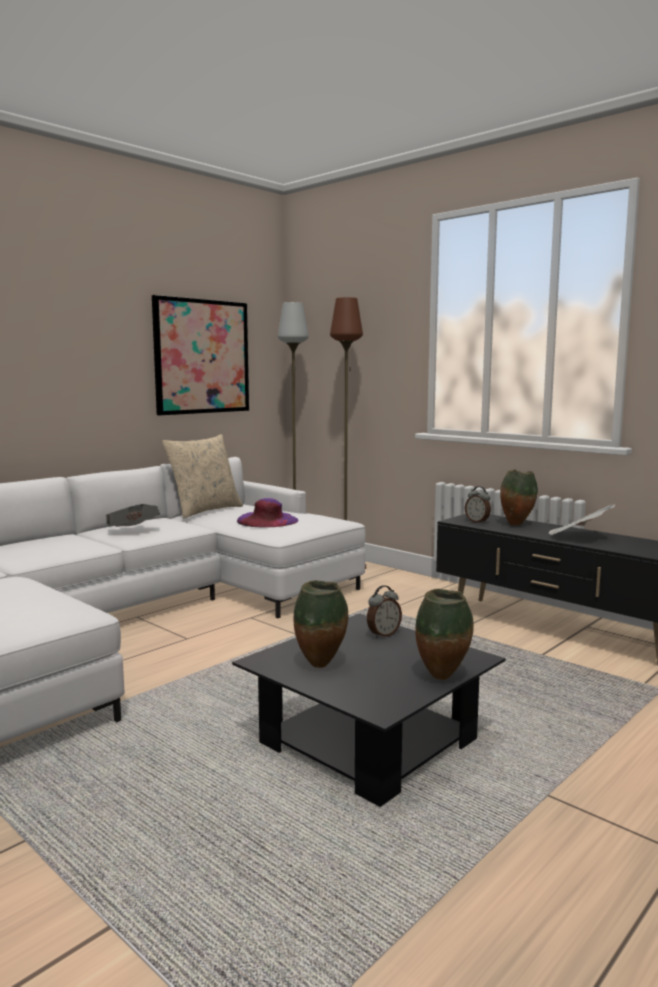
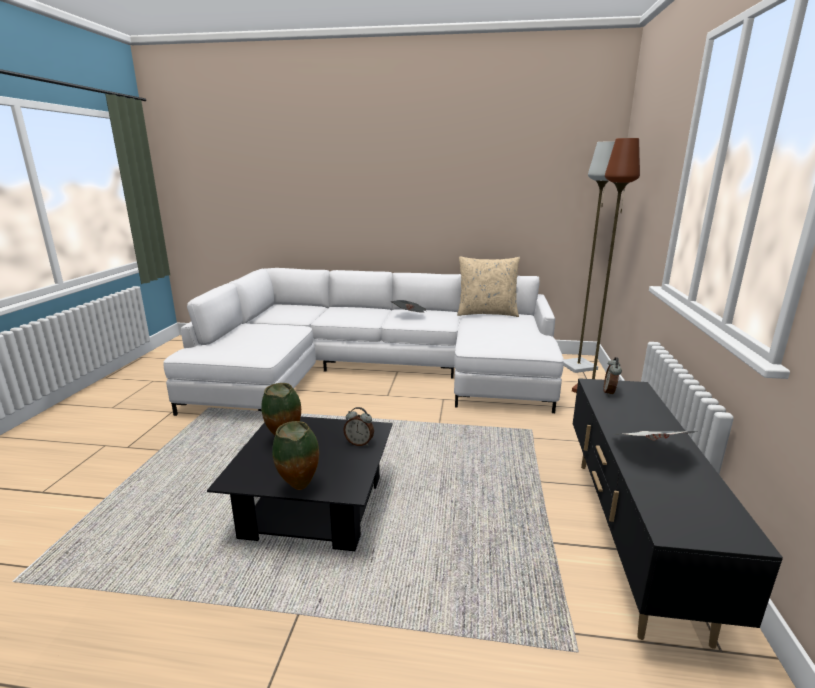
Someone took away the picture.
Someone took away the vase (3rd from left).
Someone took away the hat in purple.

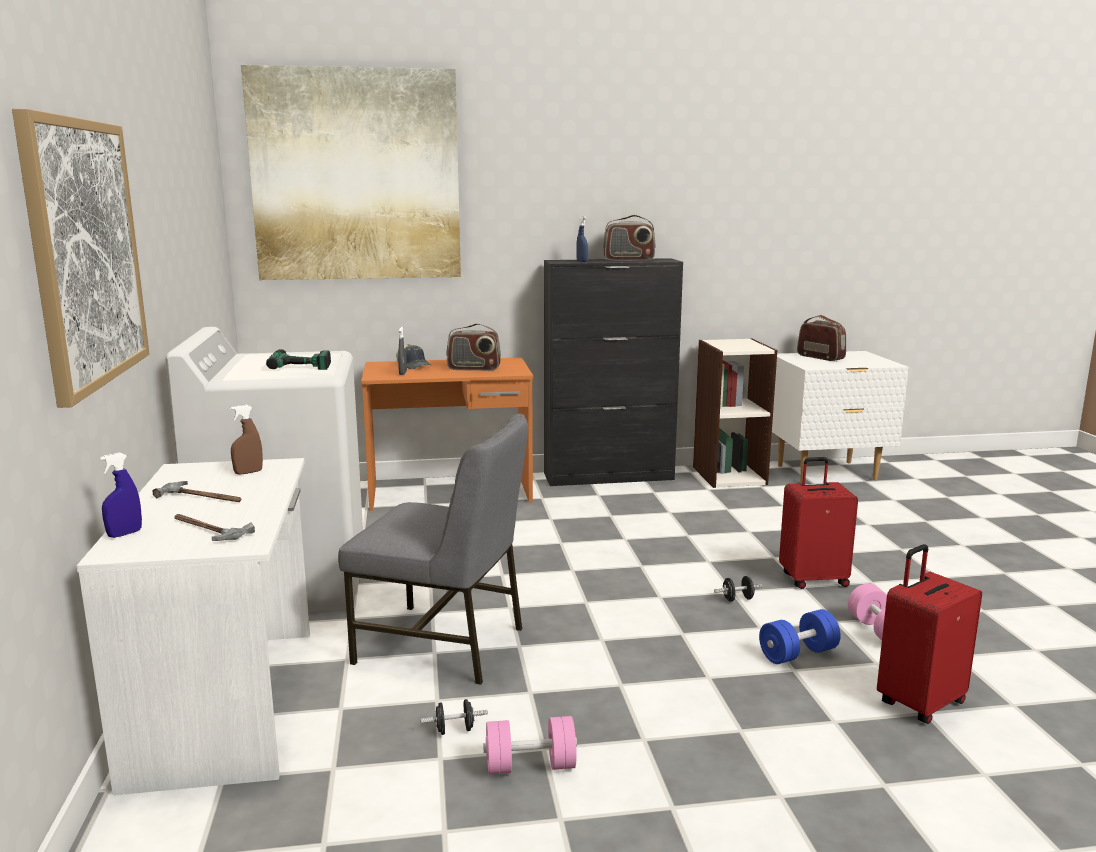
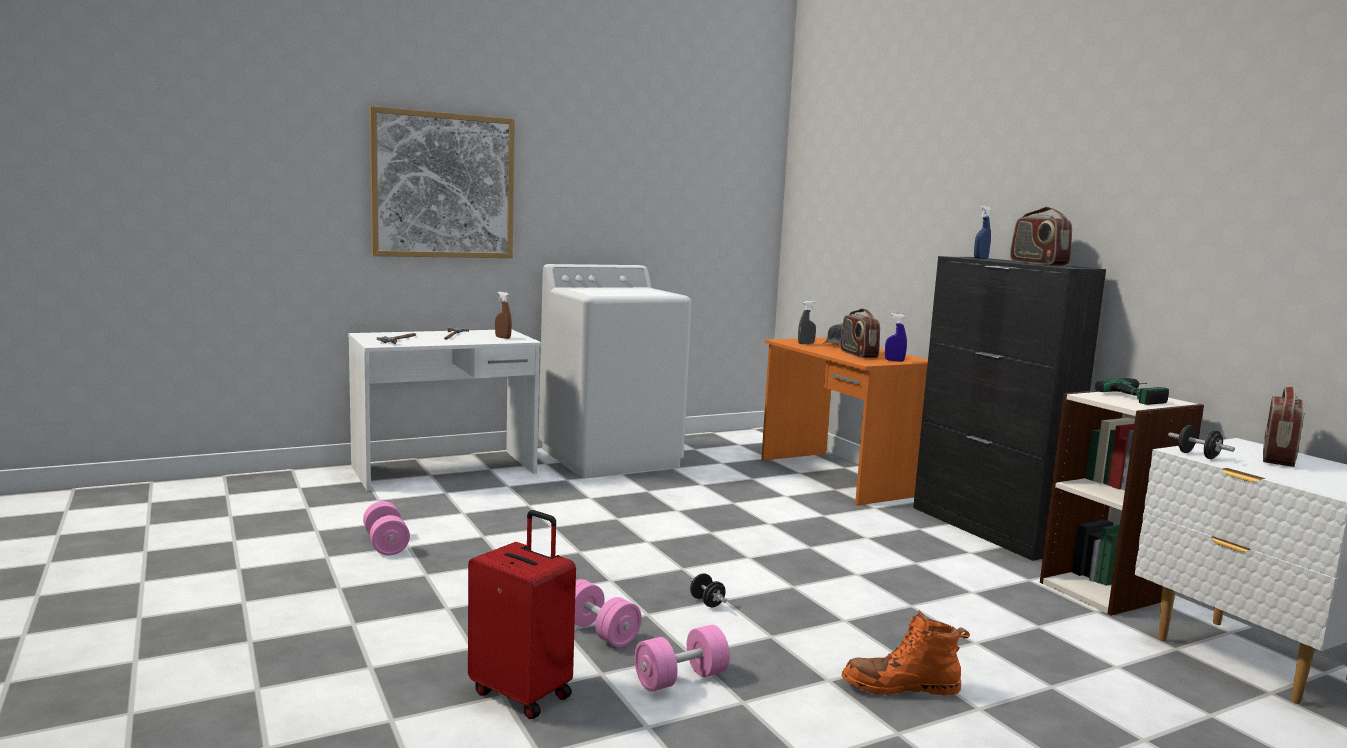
Someone took away the picture (2nd from left).
Someone carried the power drill.
Someone took away the chair in grey.
Someone carried the spray bottle in blue (1st from left).
Someone took away the suitcase in red (1st from left).
Someone repainted the dumbbell in blue, which became the dumbbell in pink (2nd from left).
Someone carried the dumbbell in black (1st from left in the first image).
Someone put down the boot in orange.

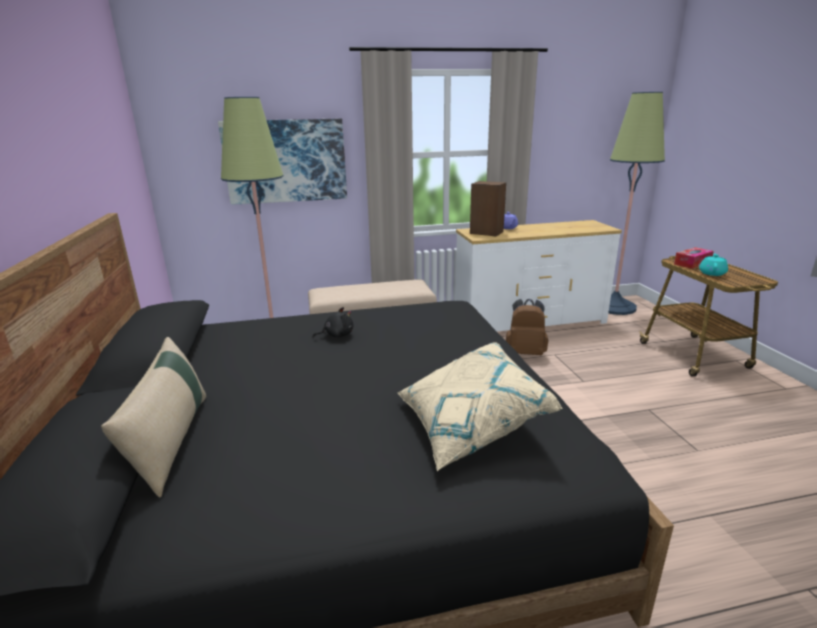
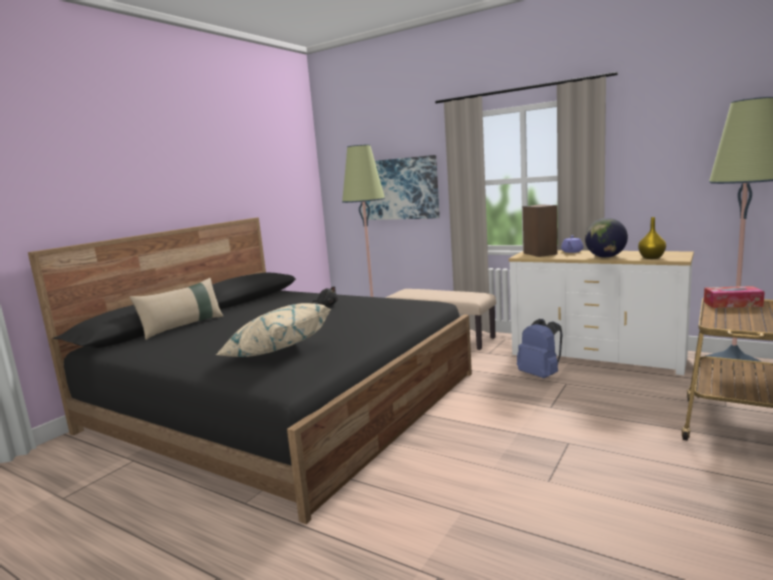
Someone took away the teapot in turquoise.
Someone repainted the backpack in brown, which became the backpack in blue.
Someone put down the vase in yellow.
Someone put down the globe.

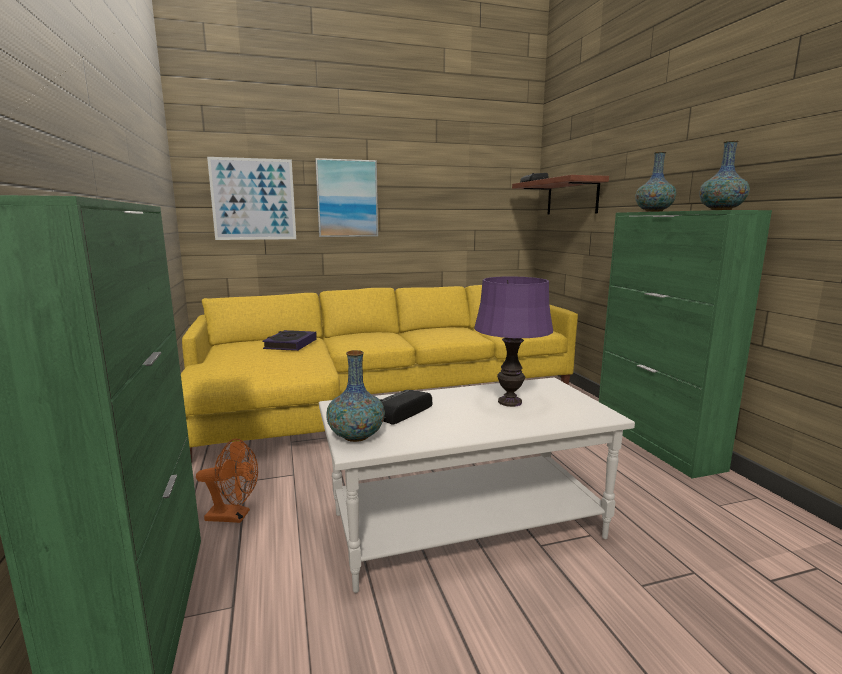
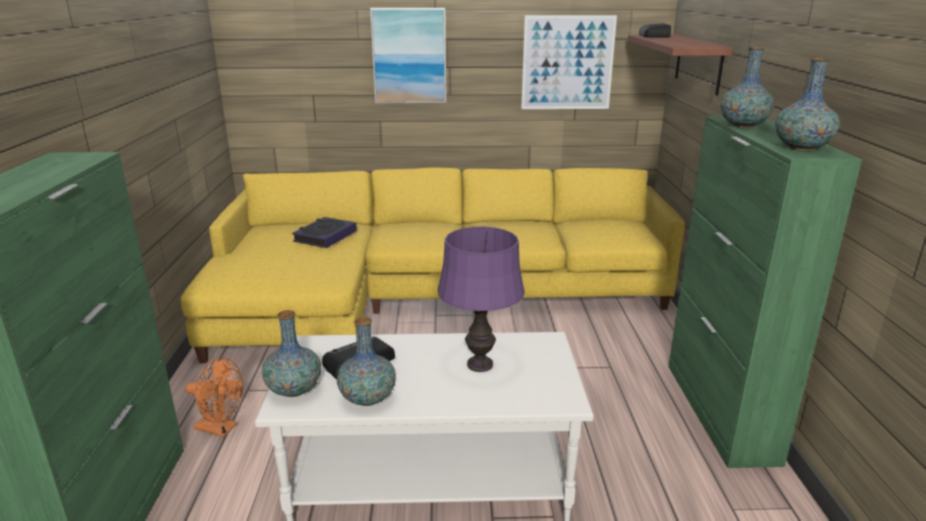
Someone carried the picture (1st from left in the first image).
Someone put down the vase (2nd from left).

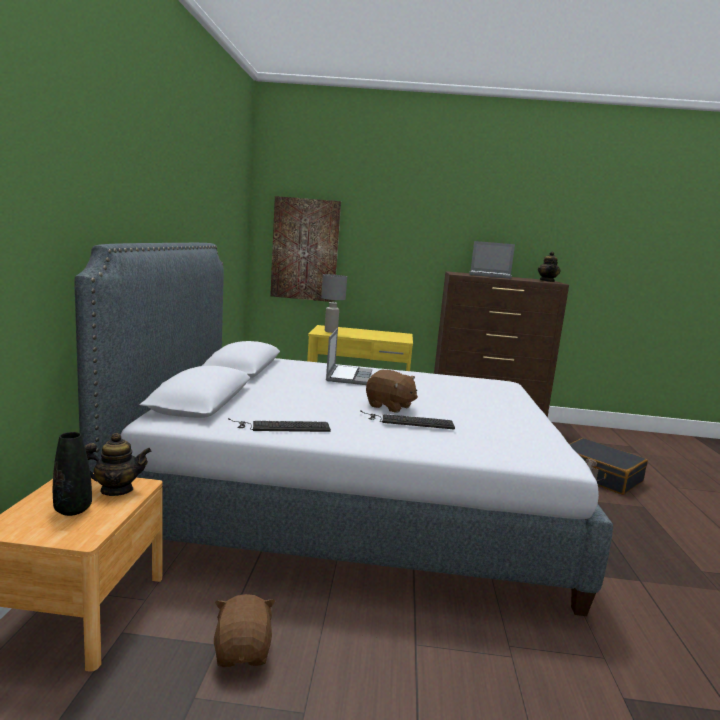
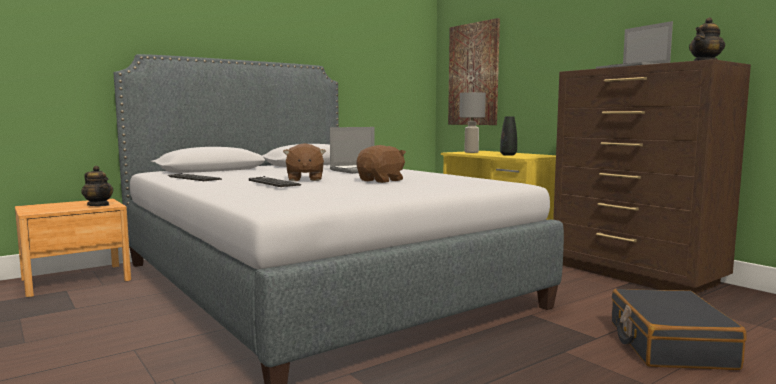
Someone carried the vase in black.
Someone carried the plush toy in brown (1st from left in the first image).

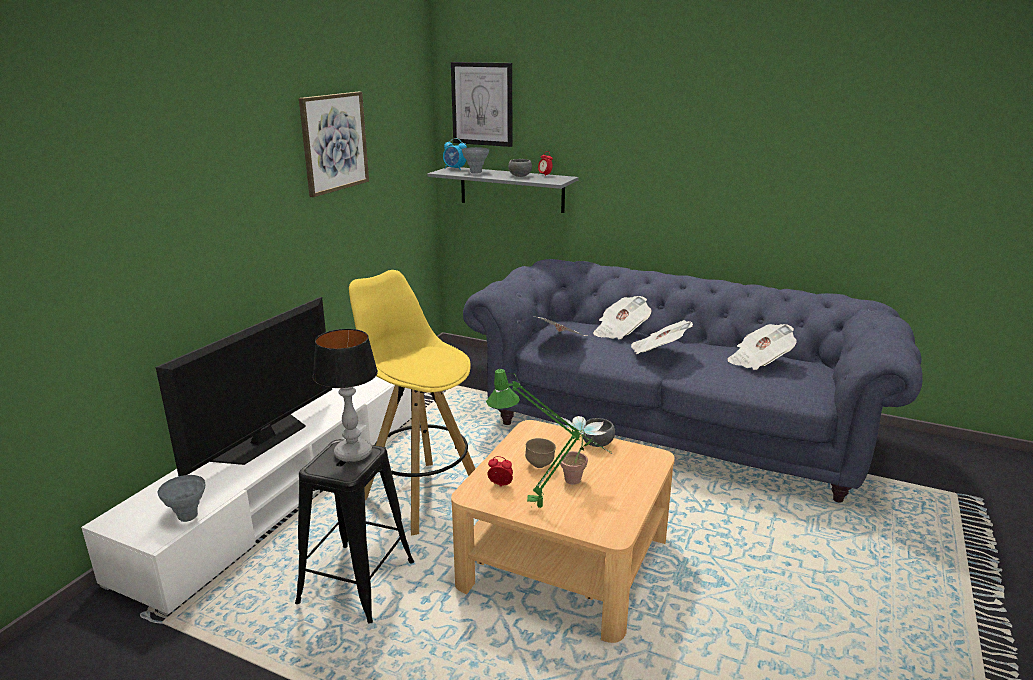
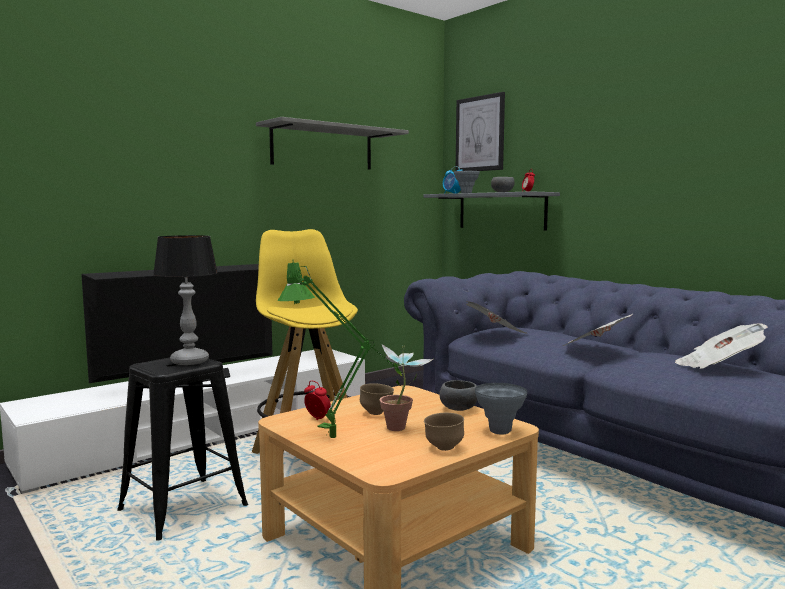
Someone swapped the picture (1st from left) for the shelf in grey (1st from left).
Someone took away the newspaper (2nd from left).
Someone carried the vase in grey (1st from left in the first image).
Someone put down the bowl in brown (2nd from left).

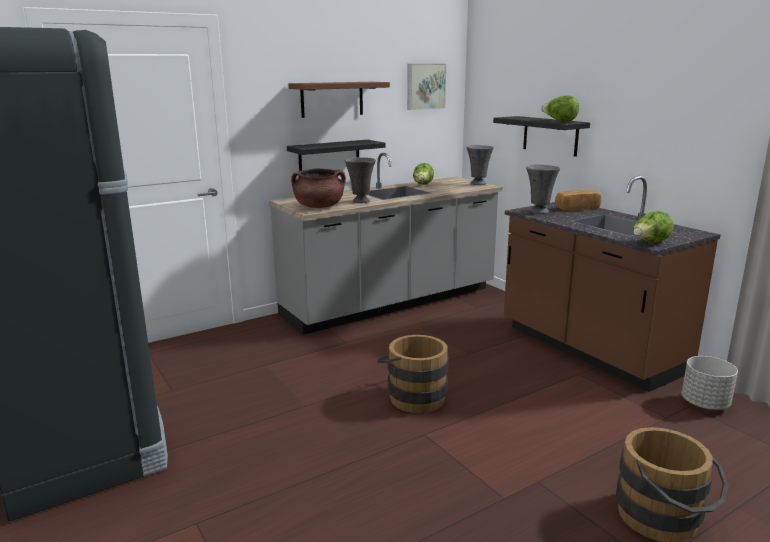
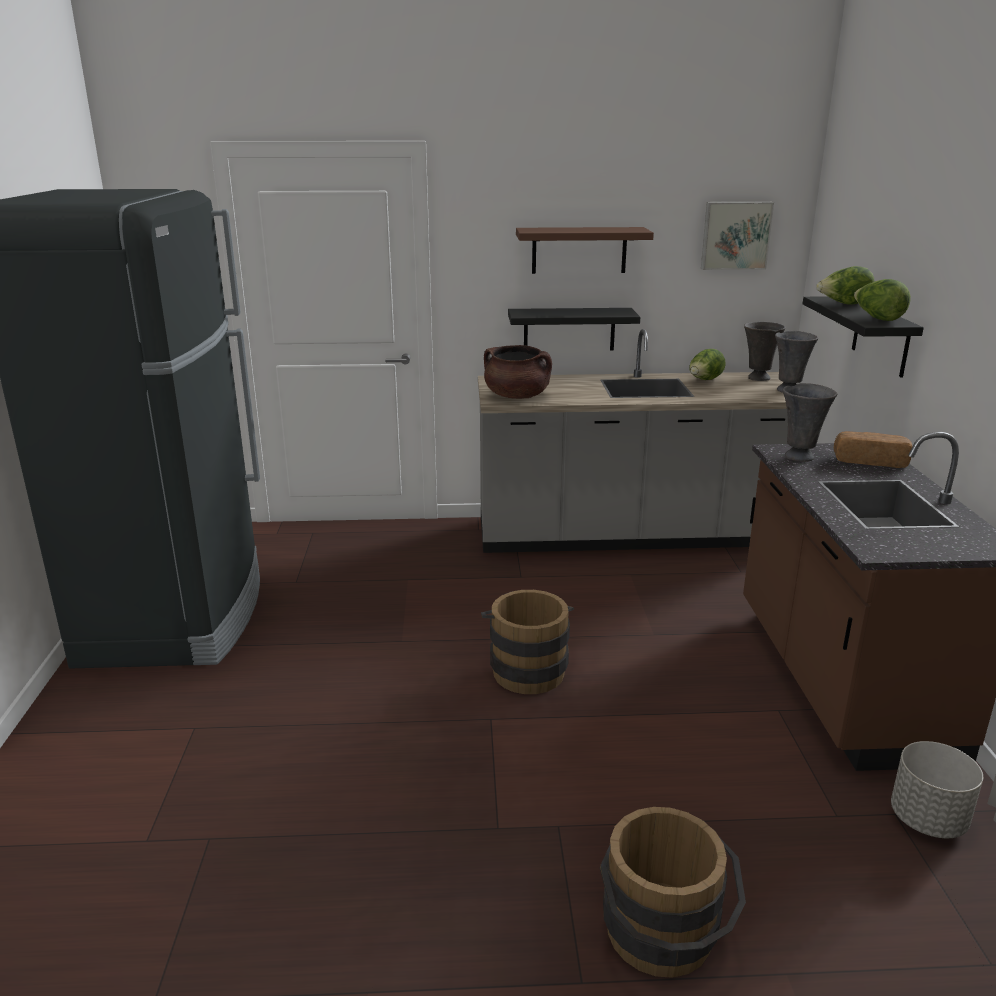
Someone carried the vase in grey (1st from left).
Someone carried the lettuce (3rd from left in the first image).

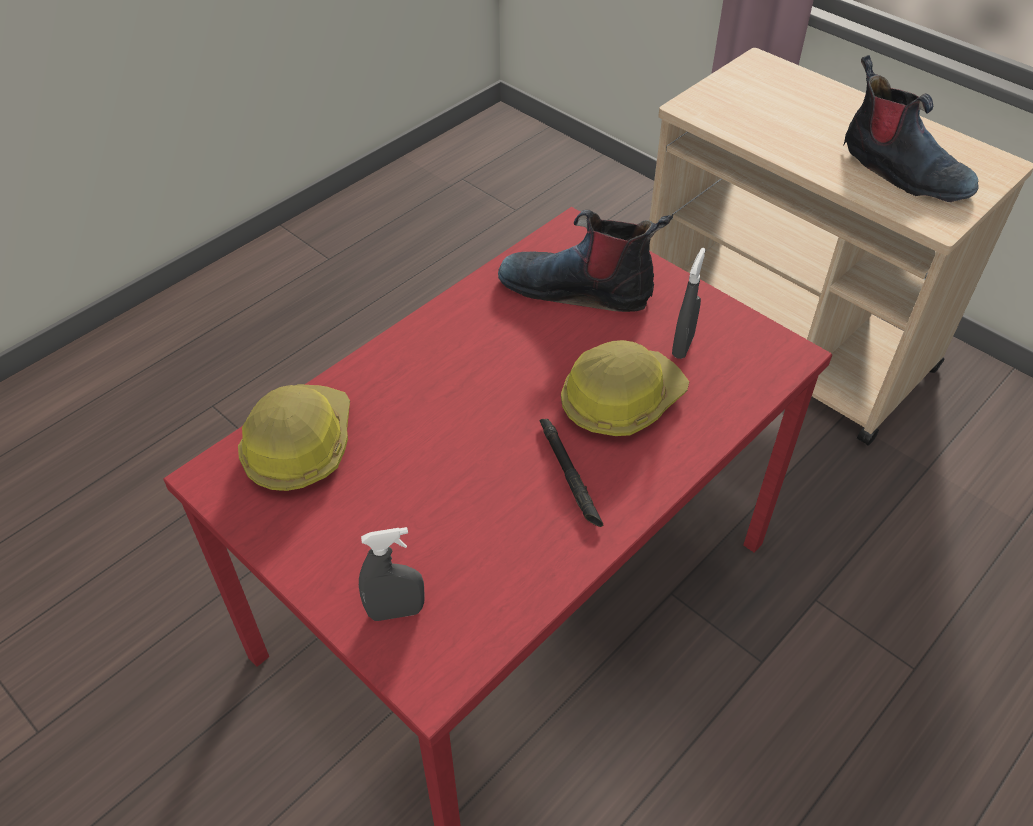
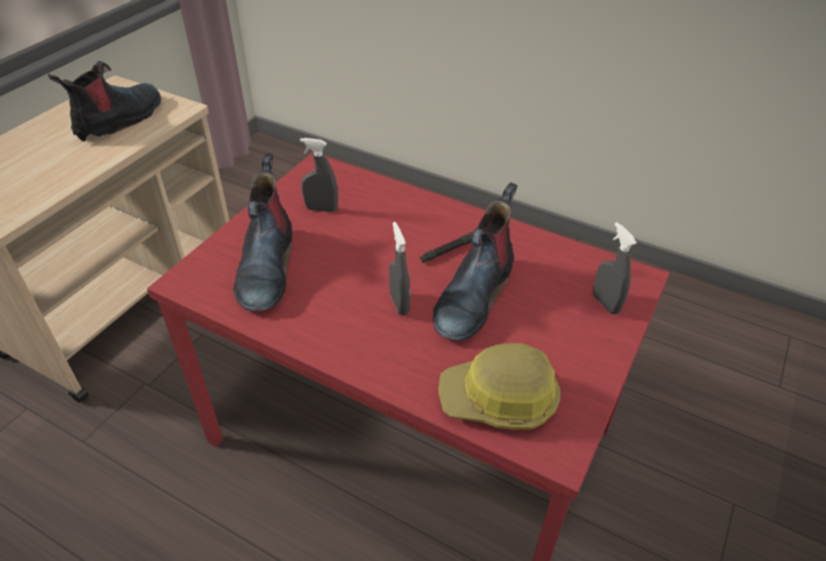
Someone took away the hard hat (2nd from left).
Someone put down the boot (3rd from left).
Someone put down the spray bottle in grey (2nd from left).

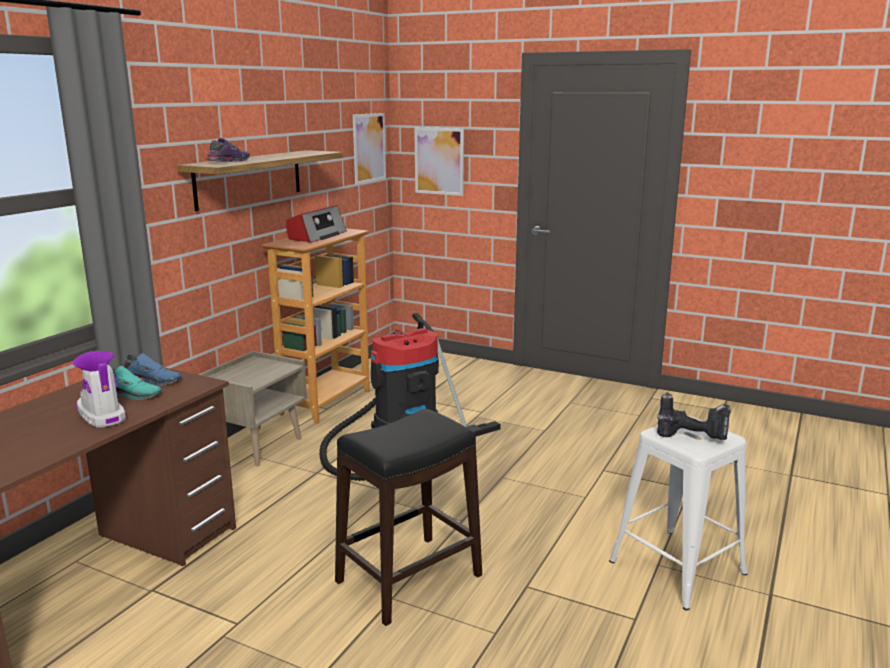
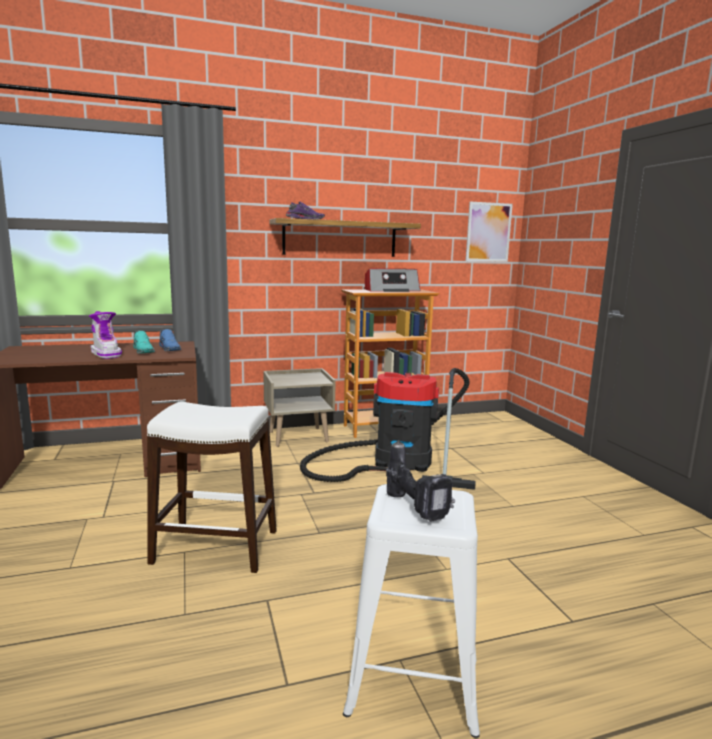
Someone took away the picture (2nd from left).
Someone rotated the boot by 135 degrees clockwise.
Someone repainted the stool in black, which became the stool in white (1st from left).

